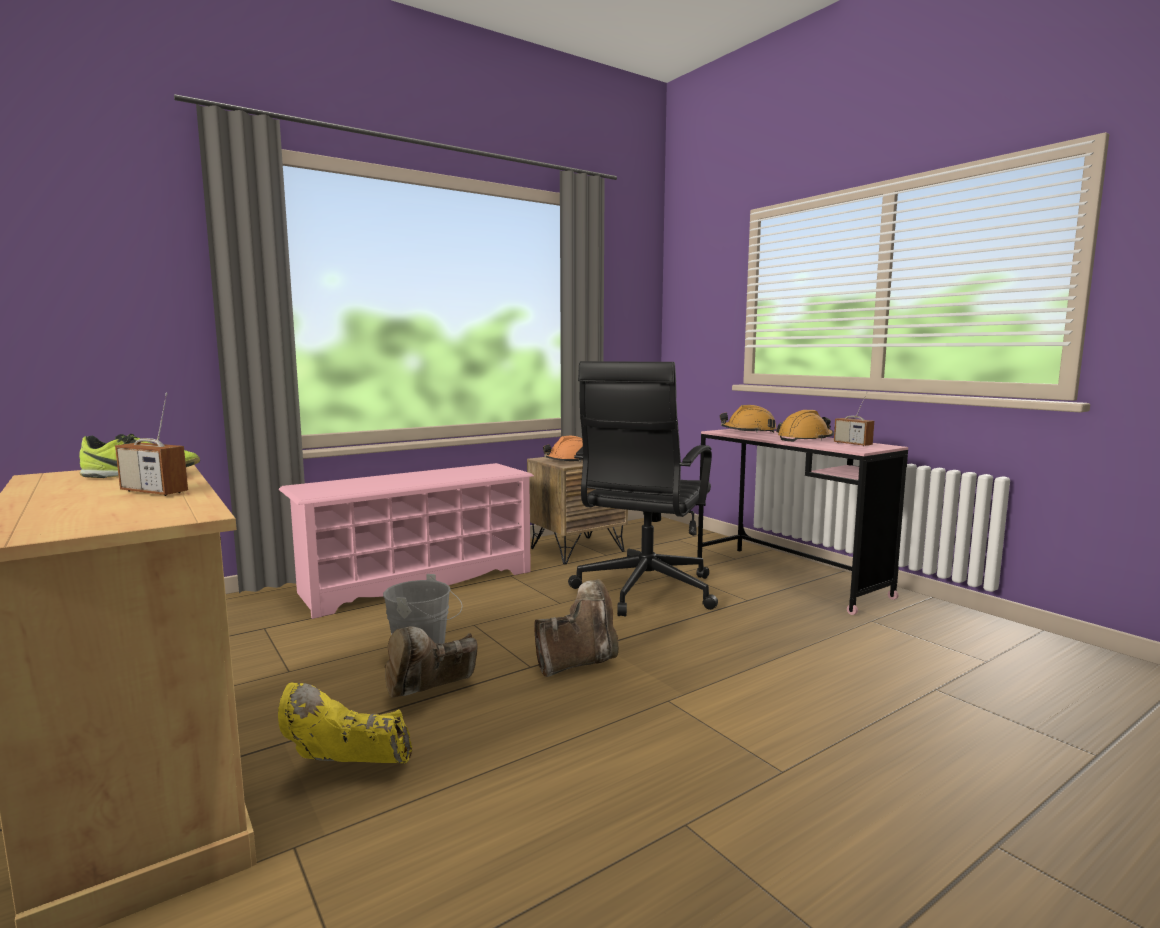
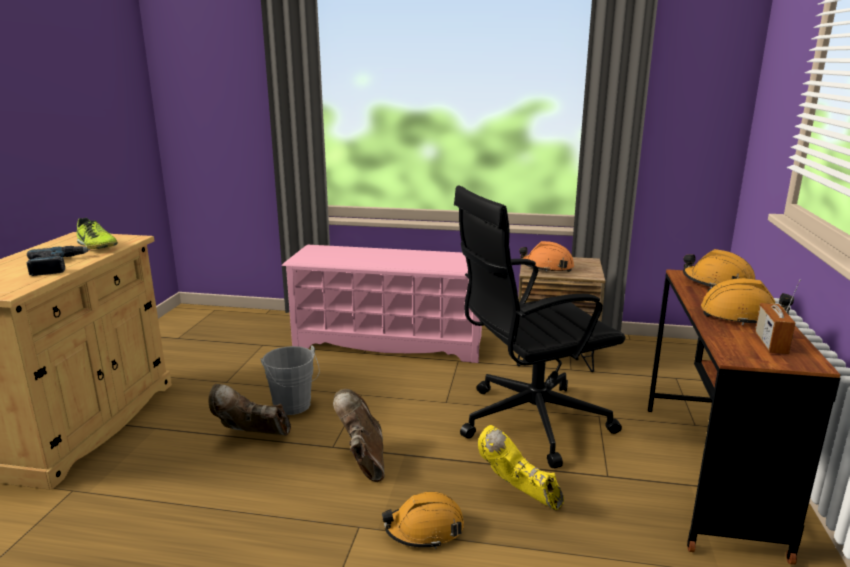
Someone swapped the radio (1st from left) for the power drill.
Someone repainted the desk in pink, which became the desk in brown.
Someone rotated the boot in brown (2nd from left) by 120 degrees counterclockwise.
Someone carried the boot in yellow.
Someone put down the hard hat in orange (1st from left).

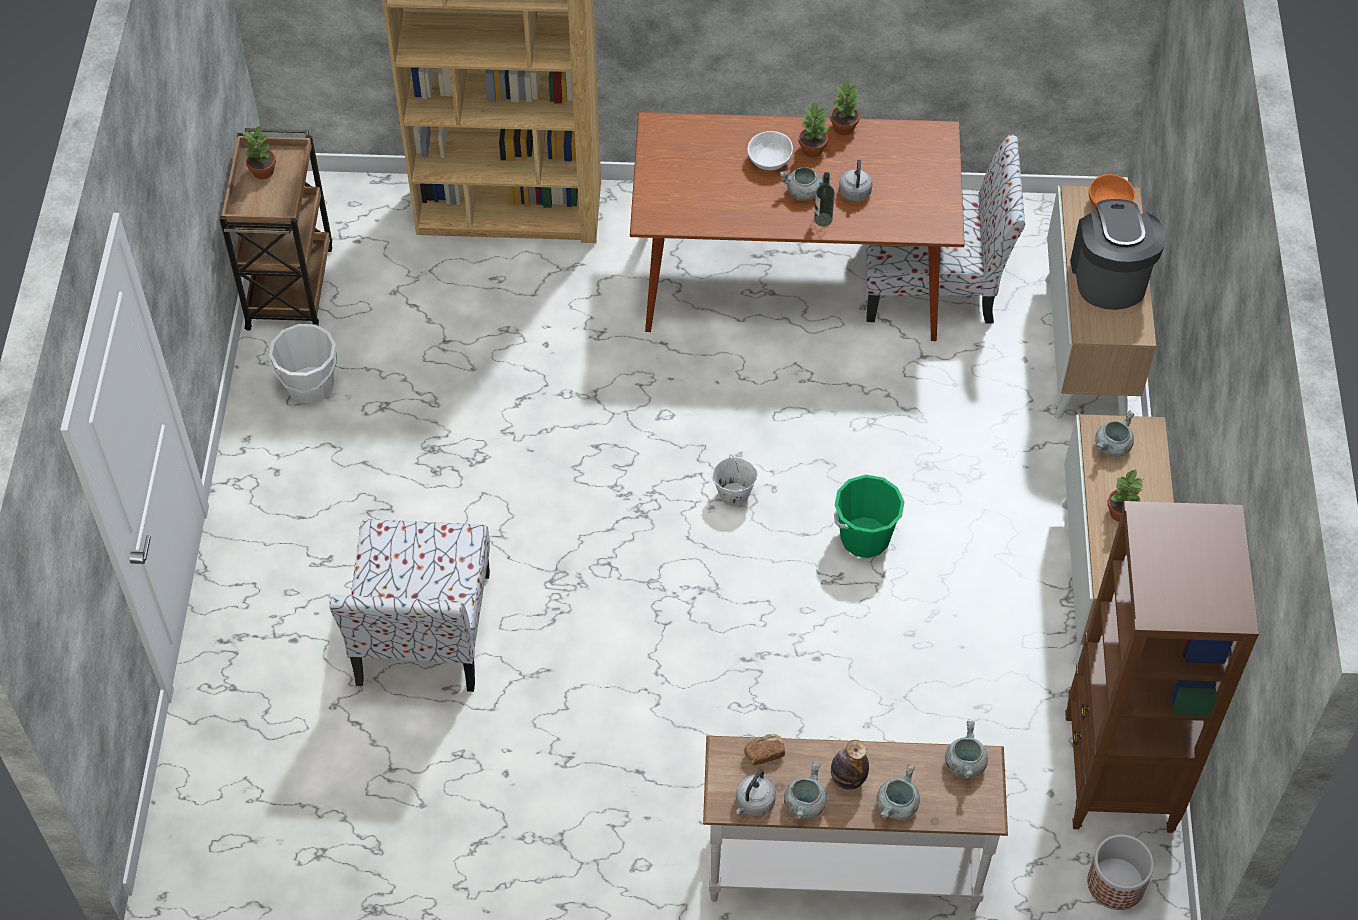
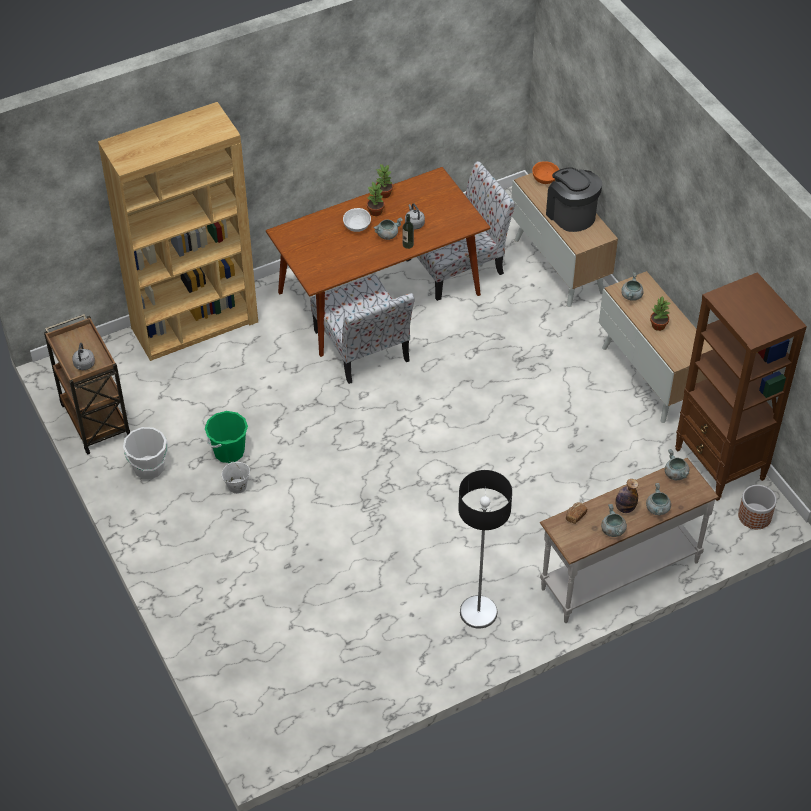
Someone took away the potted plant (1st from left).
Someone carried the bucket in white (2nd from left).
Someone carried the bucket in green.
Someone carried the chair (1st from left).
Someone carried the kettle in grey (1st from left).
Someone put down the floor lamp.

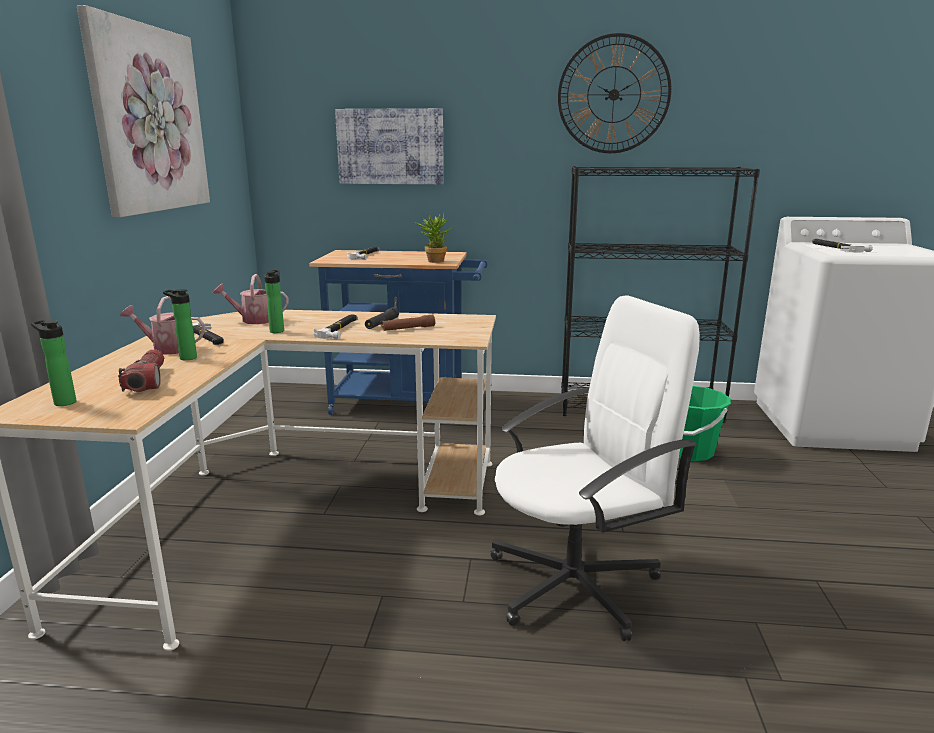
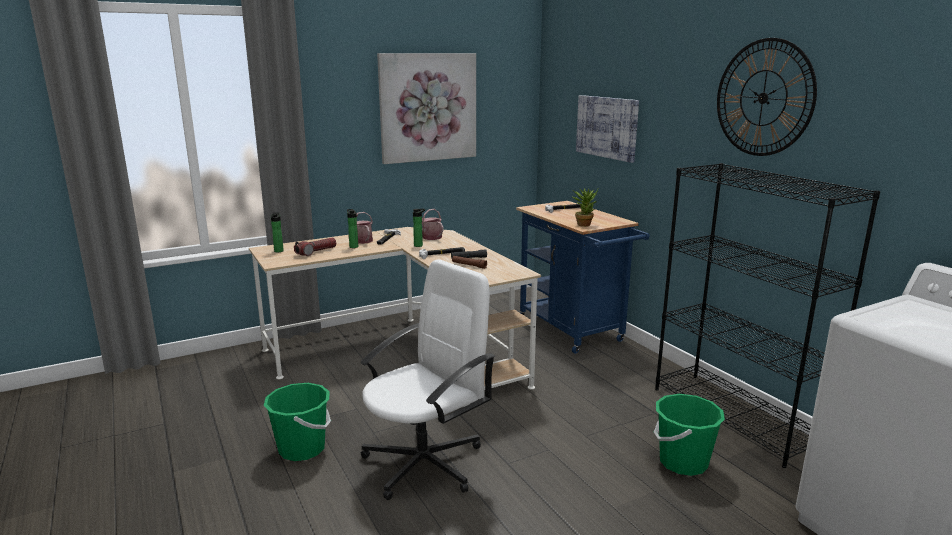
Someone took away the hammer (4th from left).
Someone rotated the office chair in white by 75 degrees counterclockwise.
Someone put down the bucket in green (1st from left).

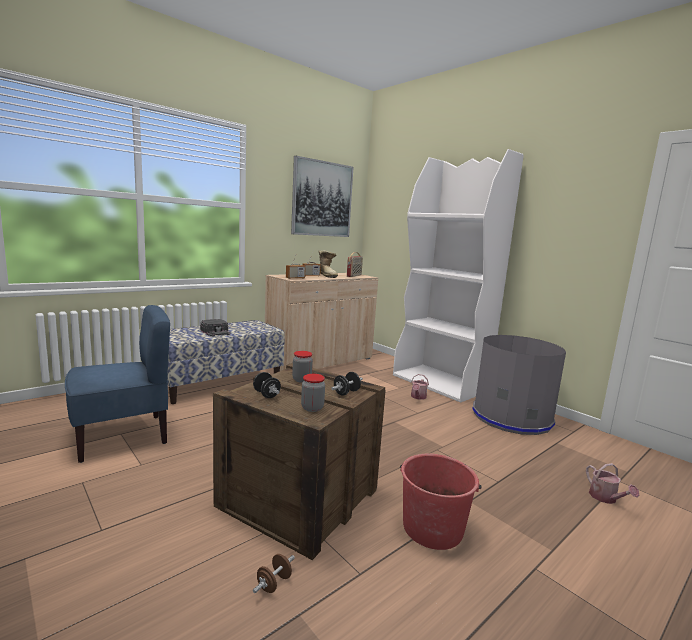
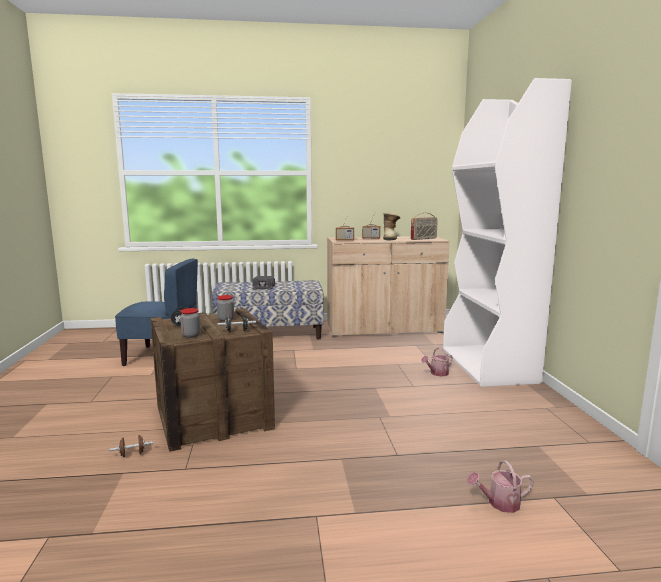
Someone took away the picture.
Someone took away the trash can in grey.
Someone took away the bucket in red.
Someone rotated the watering can (2nd from left) by 60 degrees clockwise.

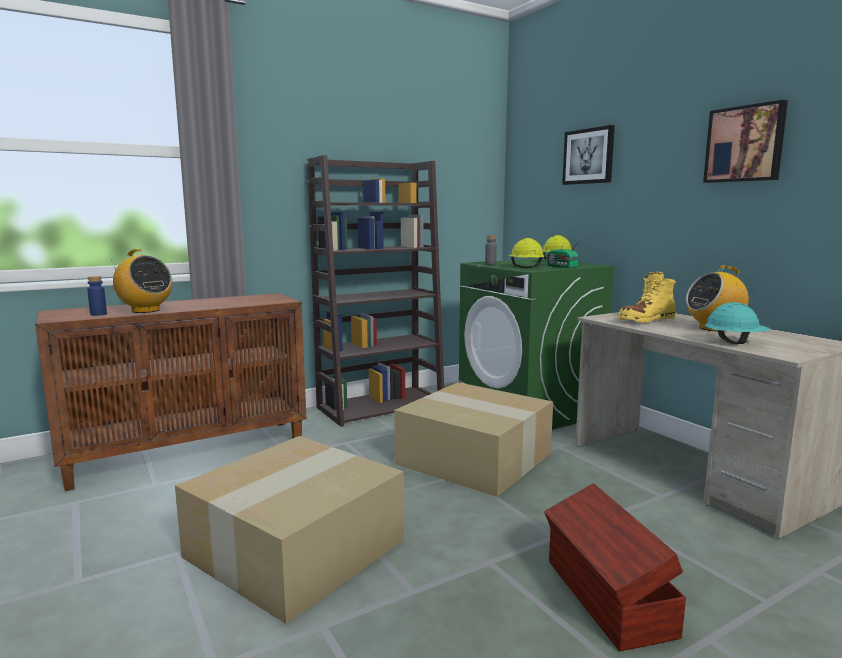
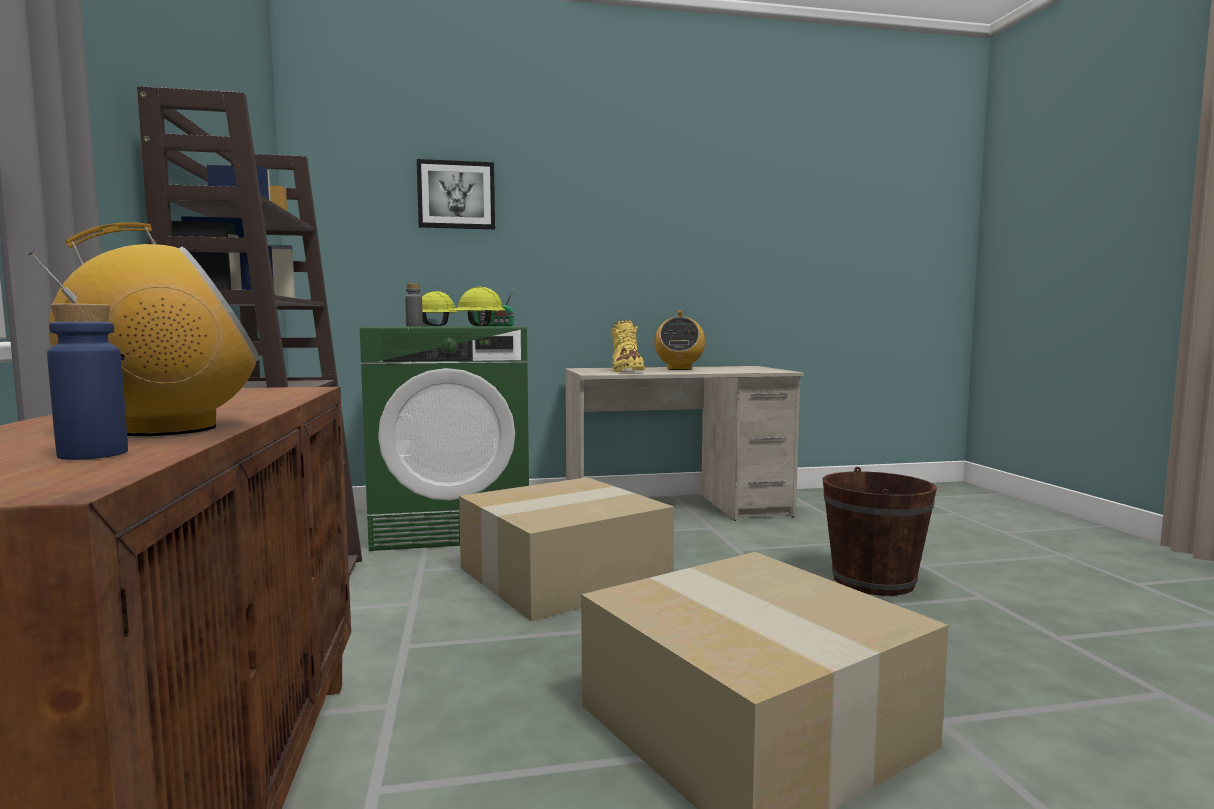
Someone took away the picture (2nd from left).
Someone took away the hard hat in turquoise.
Someone swapped the storage box in brown for the bucket in brown.

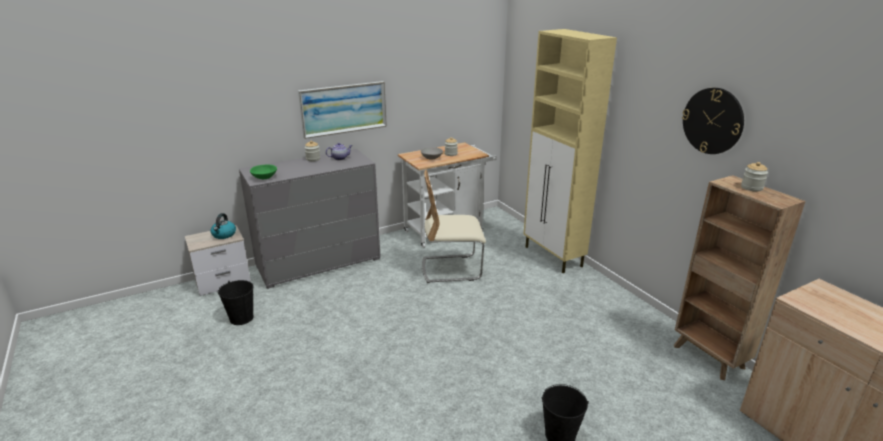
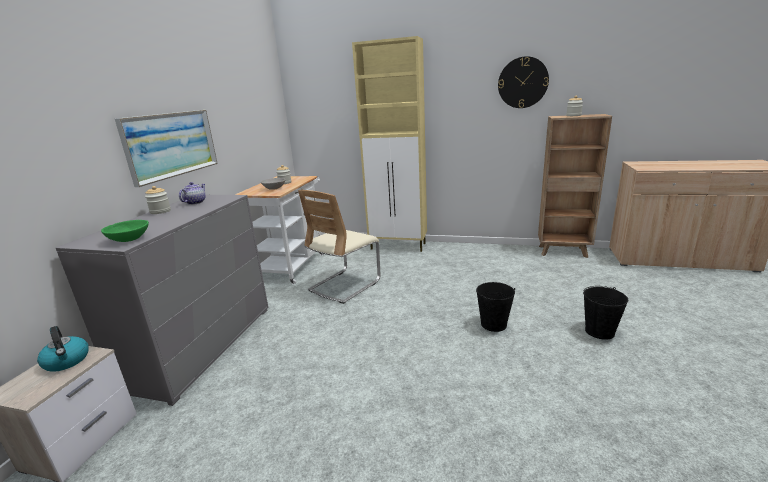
Someone carried the bucket in black (1st from left).

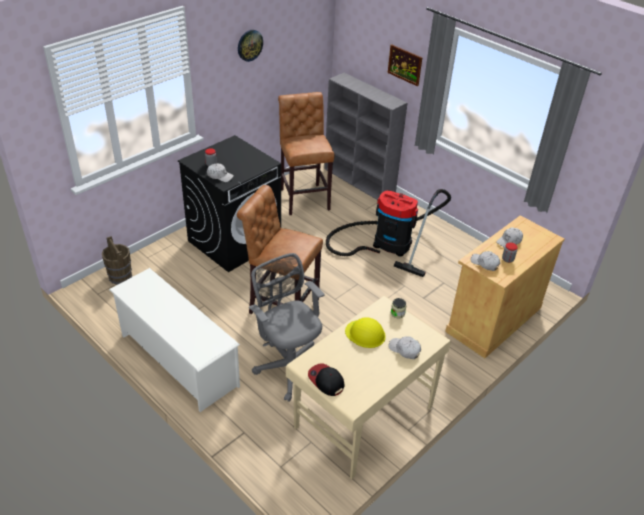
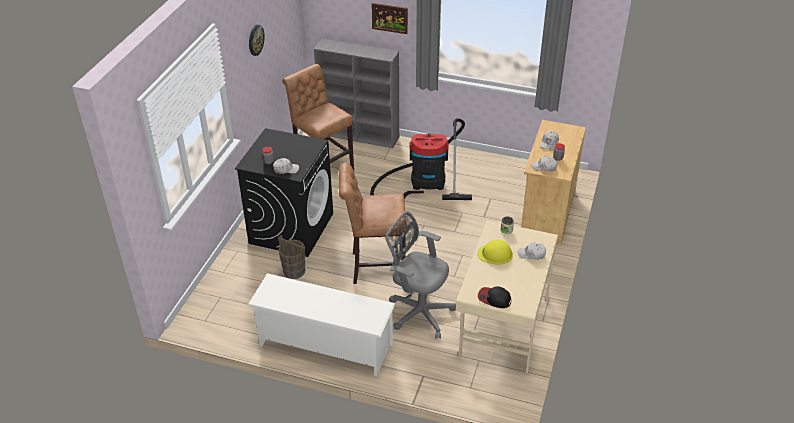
Someone carried the bucket in brown.

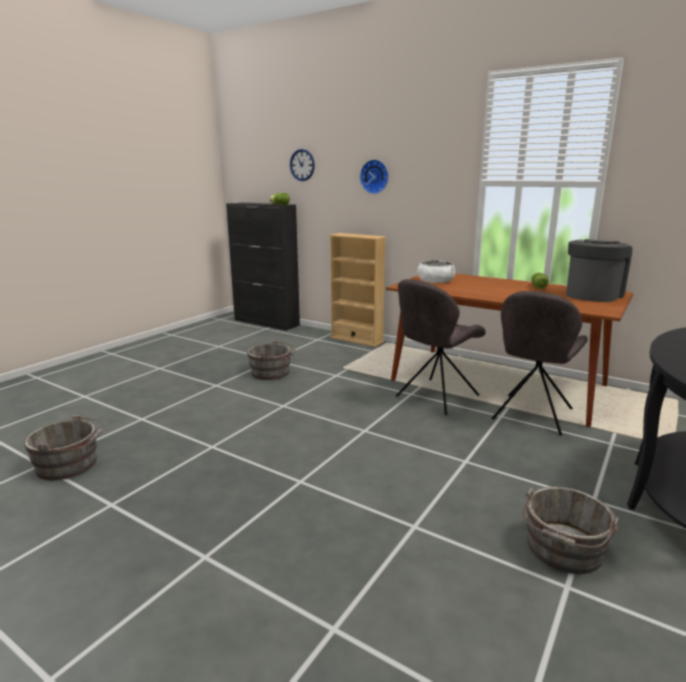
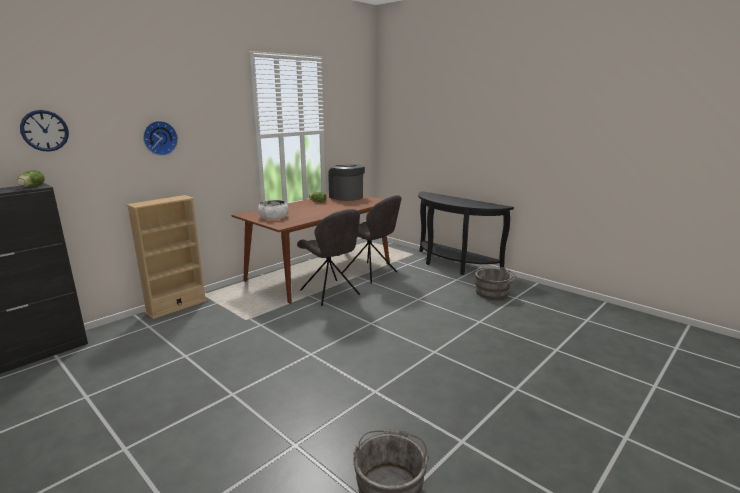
Someone took away the bucket in grey (2nd from left).

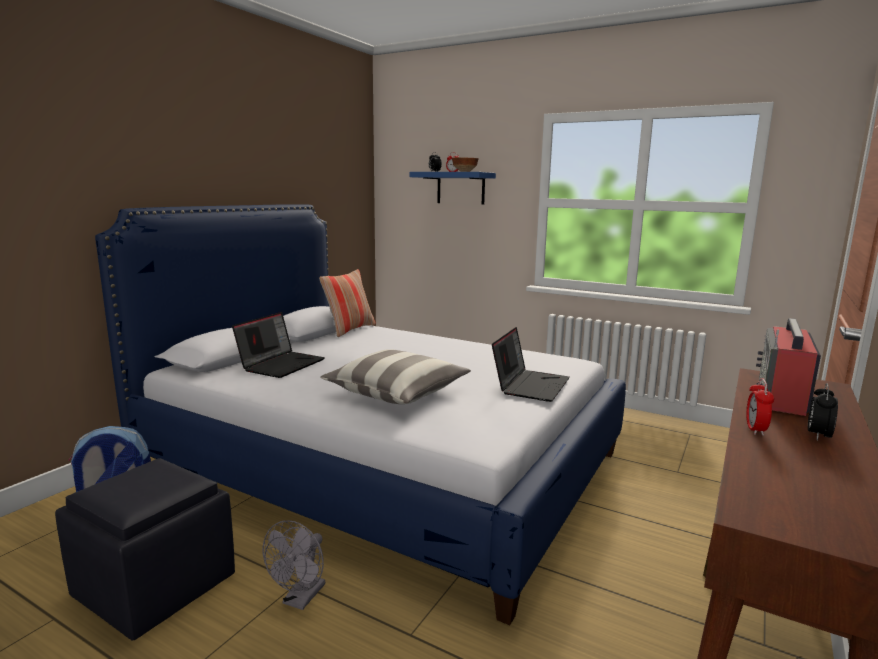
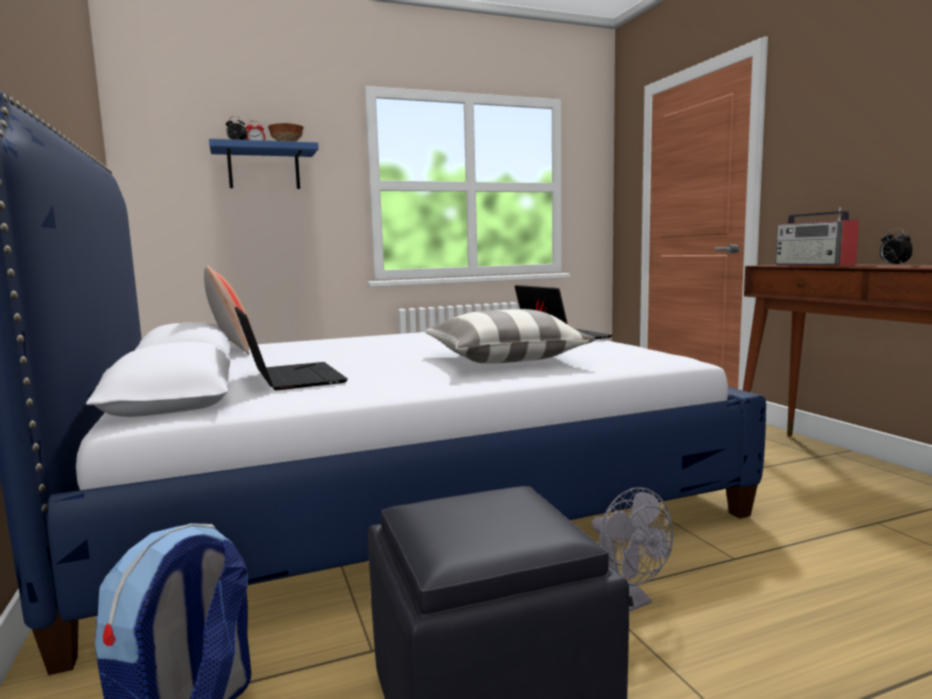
Someone took away the alarm clock (3rd from left).

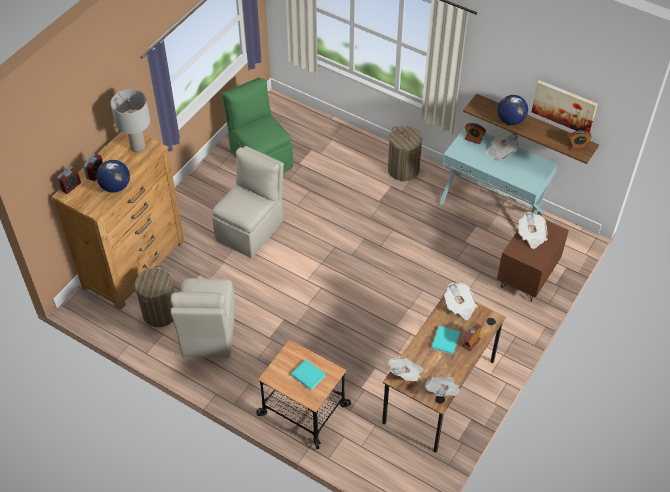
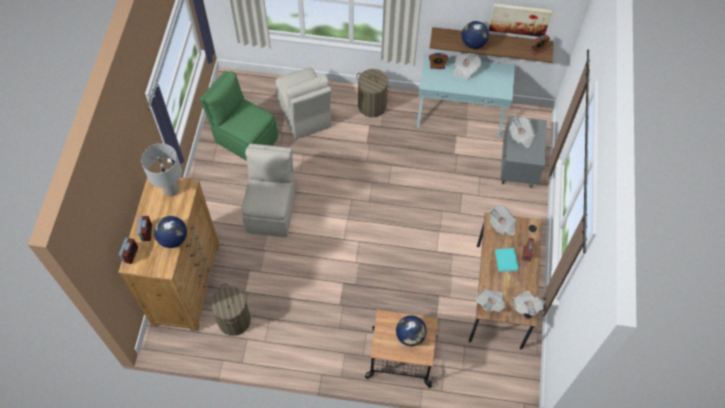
Someone repainted the nightstand in brown, which became the nightstand in grey.
Someone carried the chair in beige (1st from left in the first image).
Someone swapped the book in turquoise (1st from left) for the globe (2nd from left).

